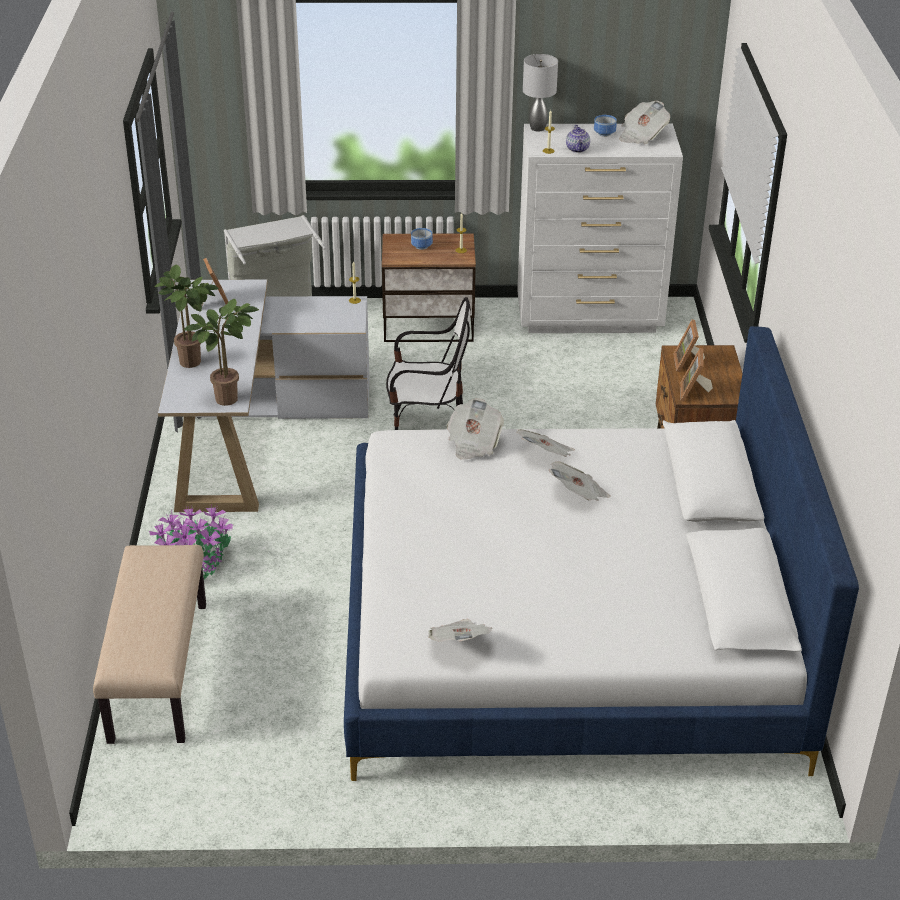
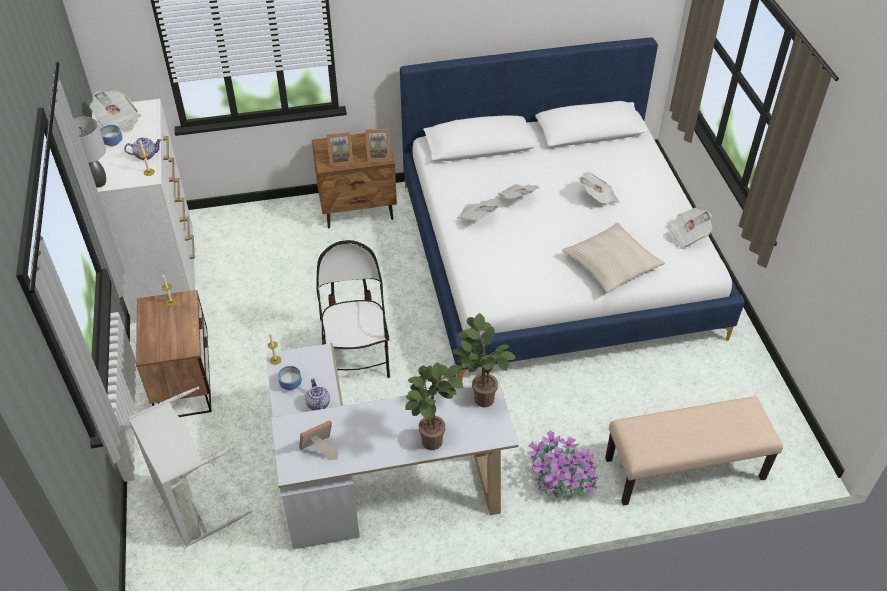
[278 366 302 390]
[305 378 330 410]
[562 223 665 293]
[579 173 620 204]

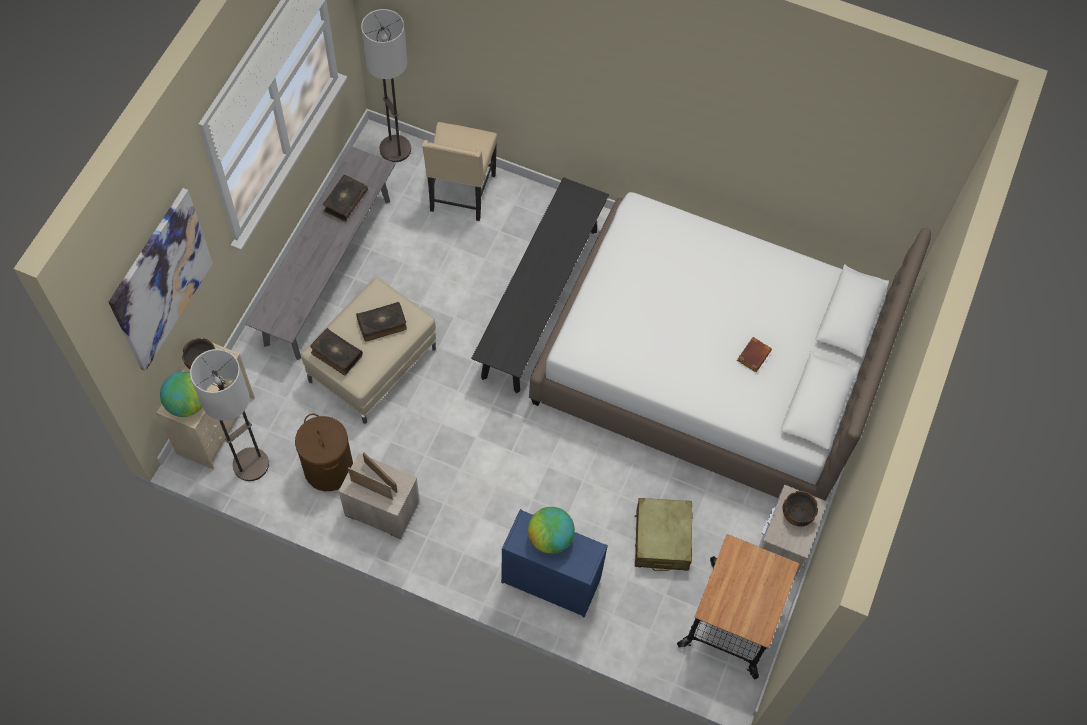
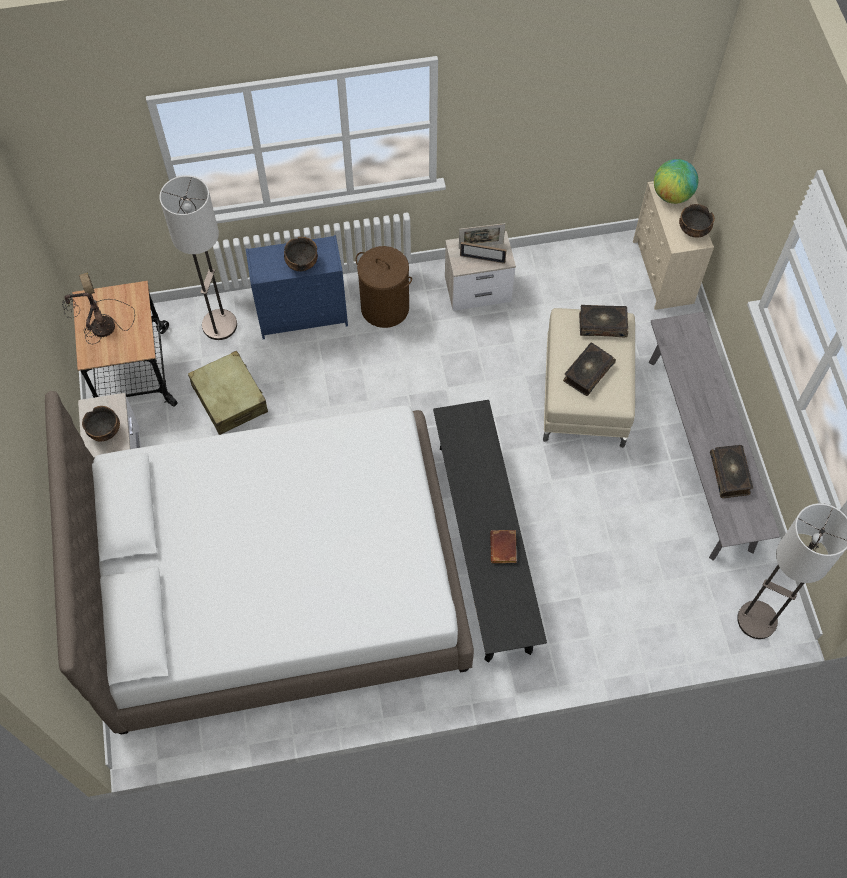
[62 273 135 344]
[159 175 237 340]
[284 237 318 271]
[356 246 412 328]
[490 530 517 563]
[109 188 213 371] (first image)
[422 122 498 221] (first image)

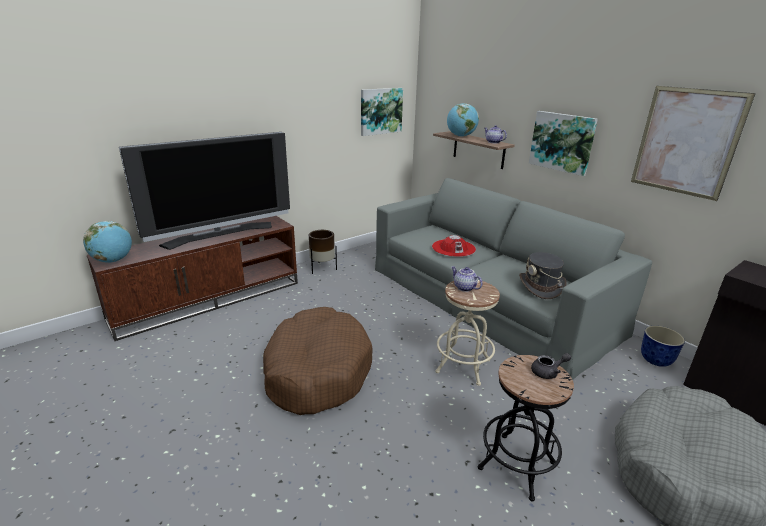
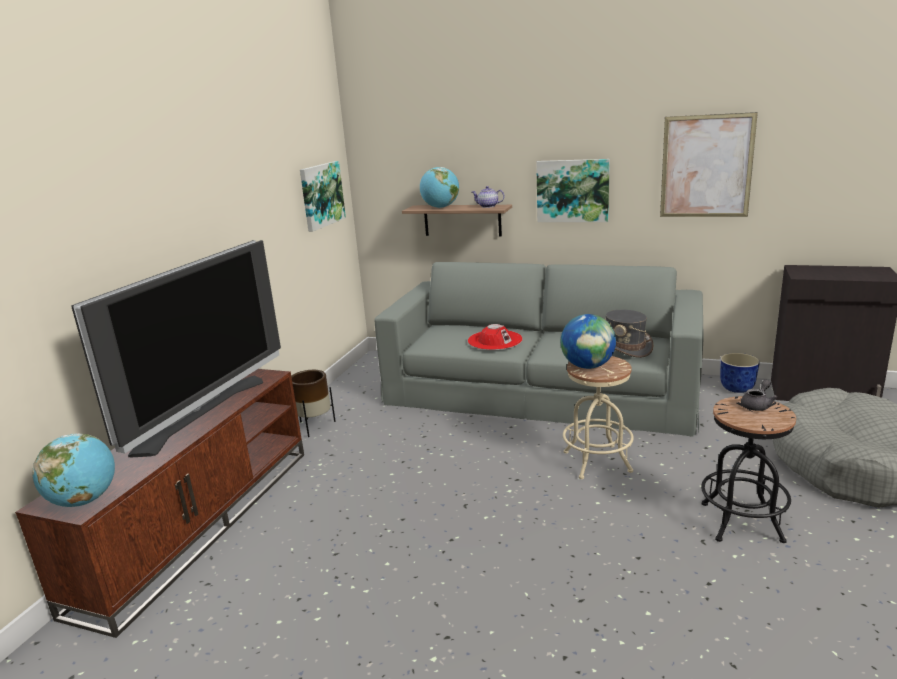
[561 314 616 369]
[263 307 372 415] (first image)

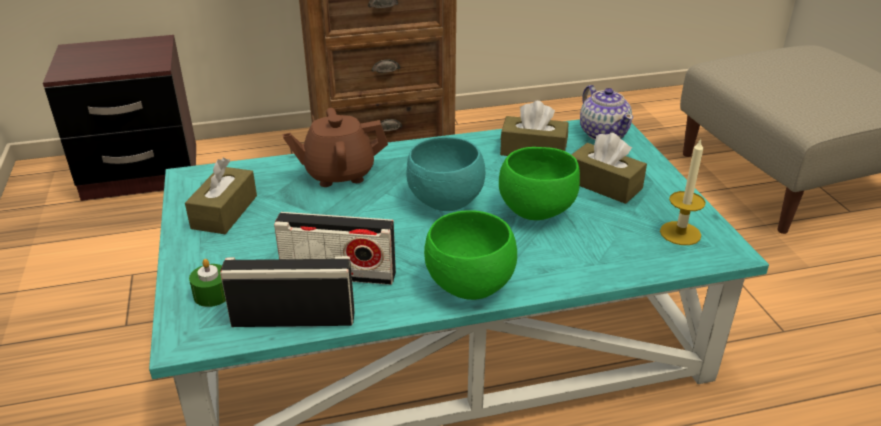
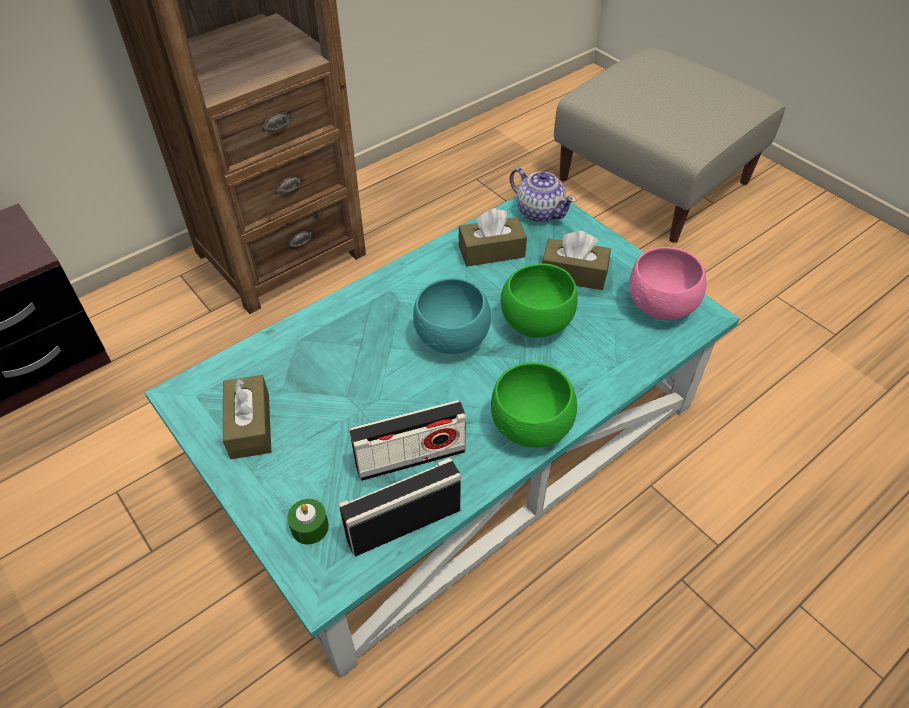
[629 247 707 320]
[283 108 388 187] (first image)

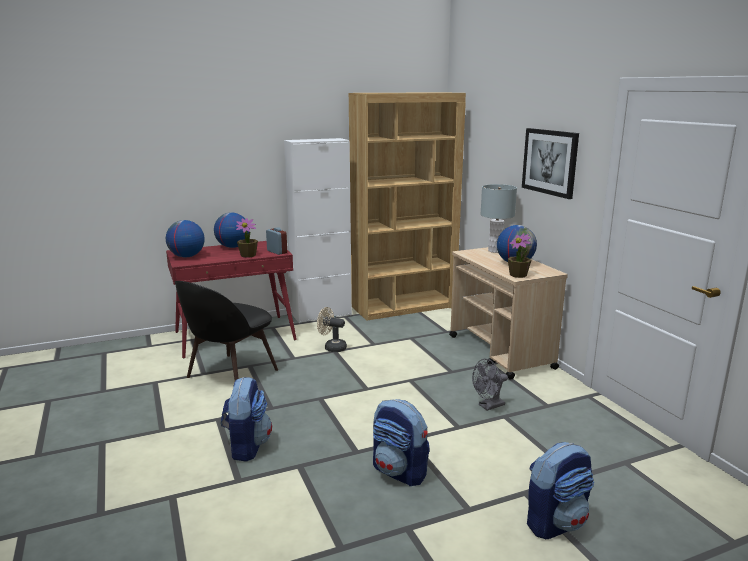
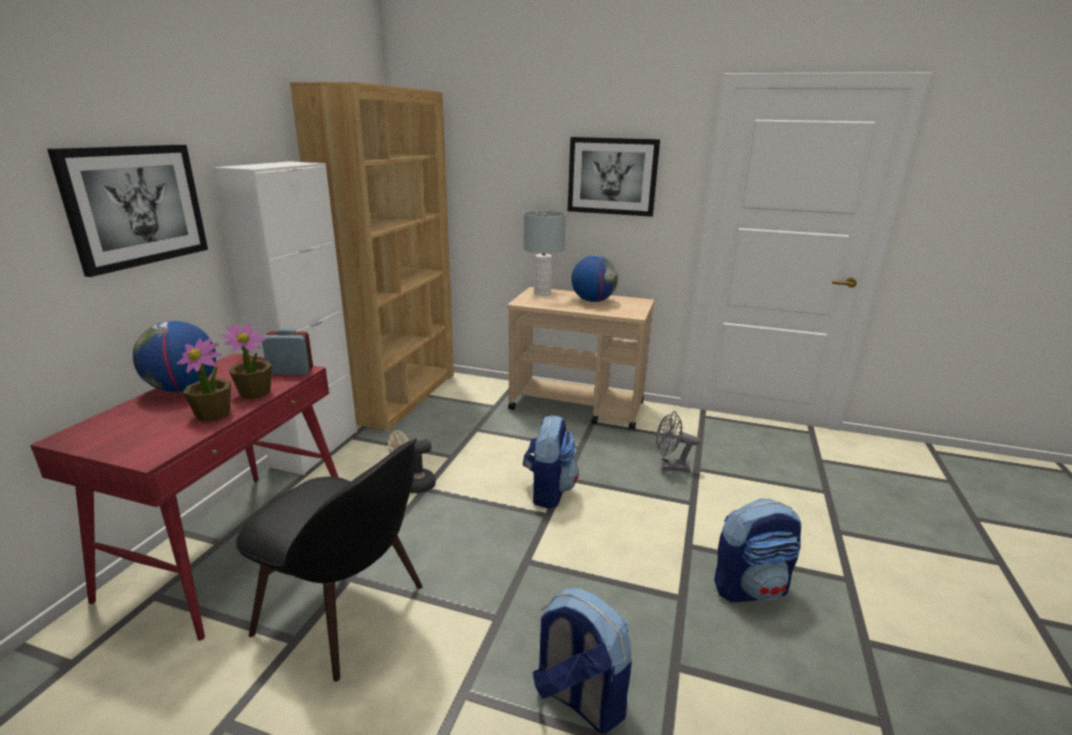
[47 145 208 277]
[177 338 231 422]
[235 439 423 682]
[523 415 579 509]
[656 411 700 472]
[166 220 204 258] (first image)

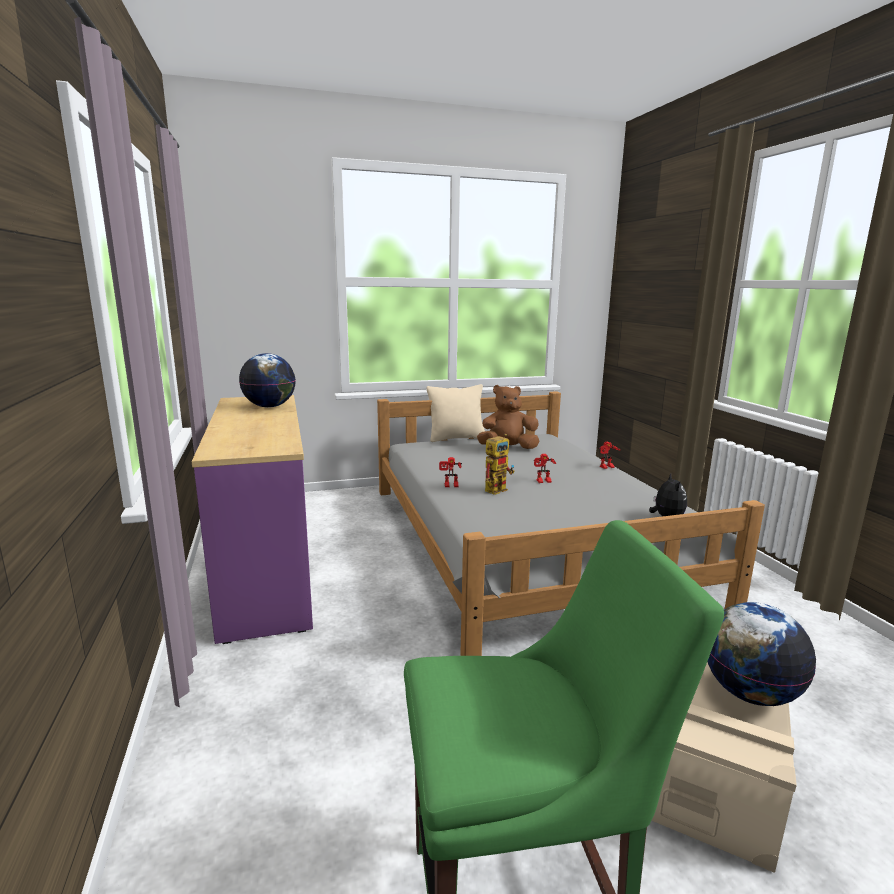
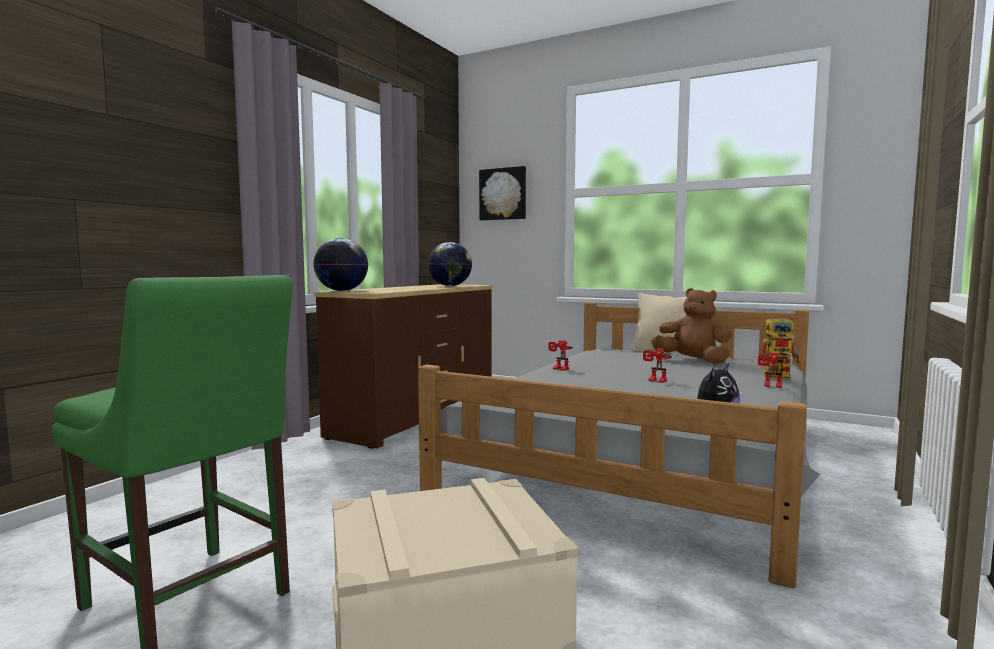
[313 238 368 291]
[314 284 493 449]
[479 166 526 221]
[761 316 801 379]

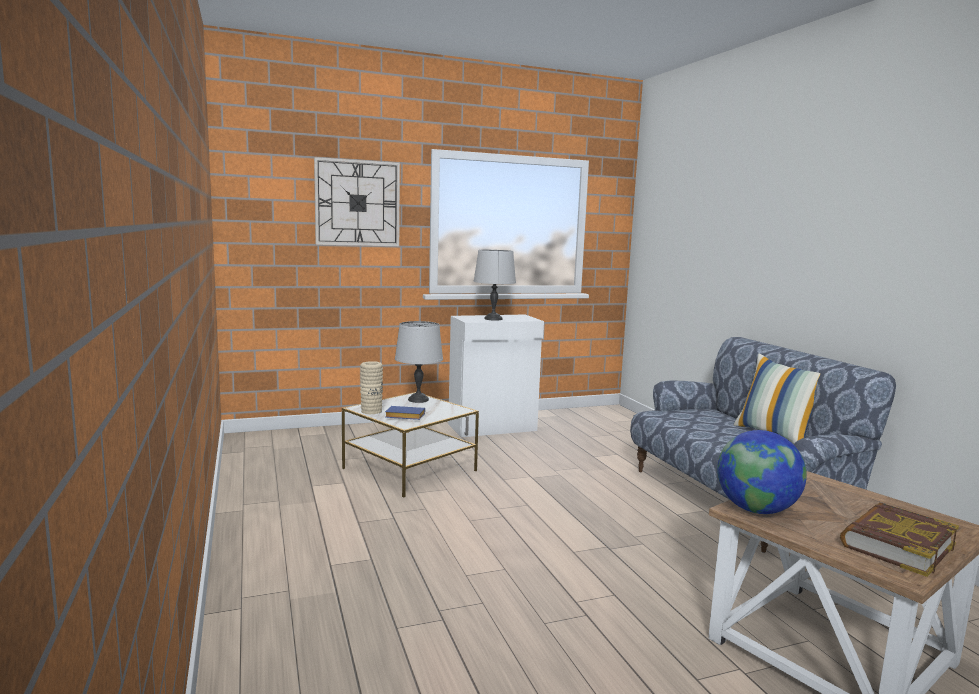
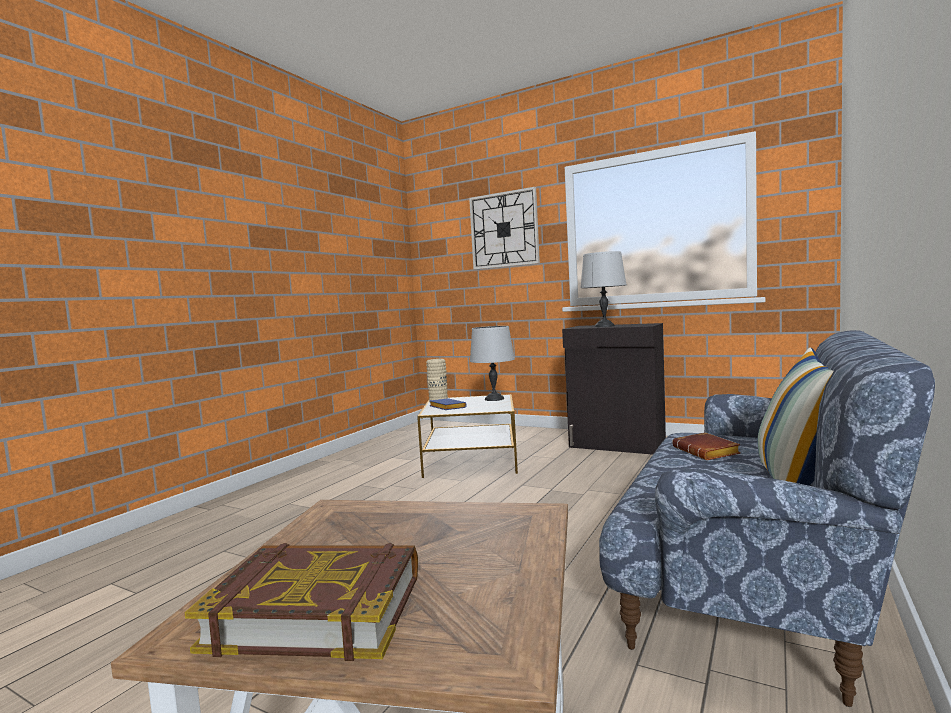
[562 323 666 455]
[672 432 740 460]
[717 430 807 514] (first image)

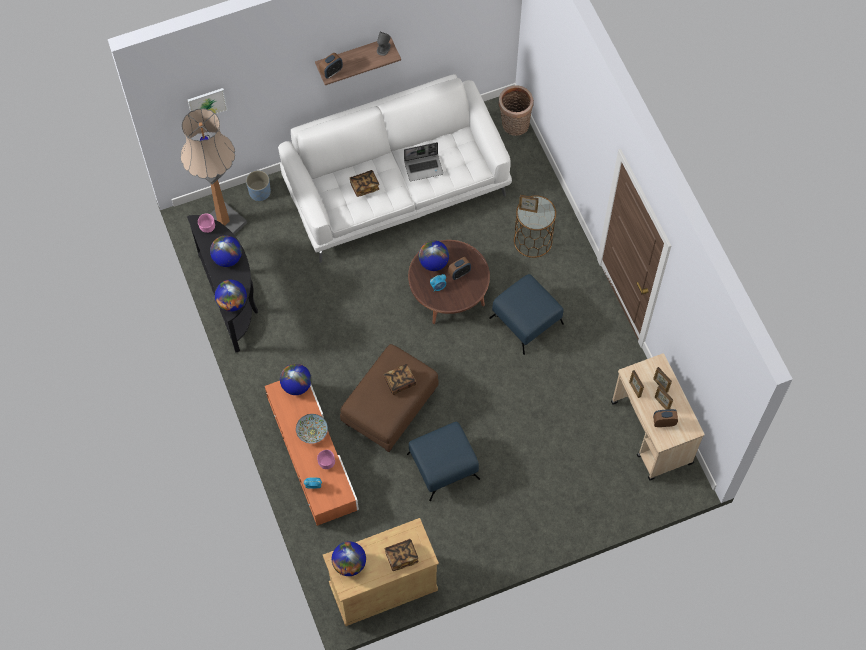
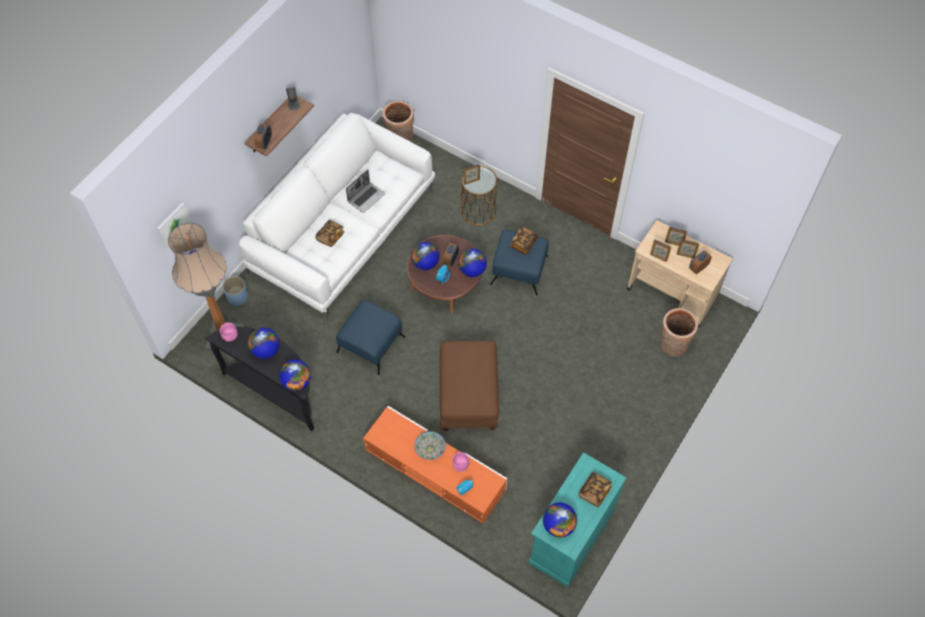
[336 300 405 375]
[458 249 487 277]
[510 226 538 255]
[528 452 626 588]
[661 308 698 356]

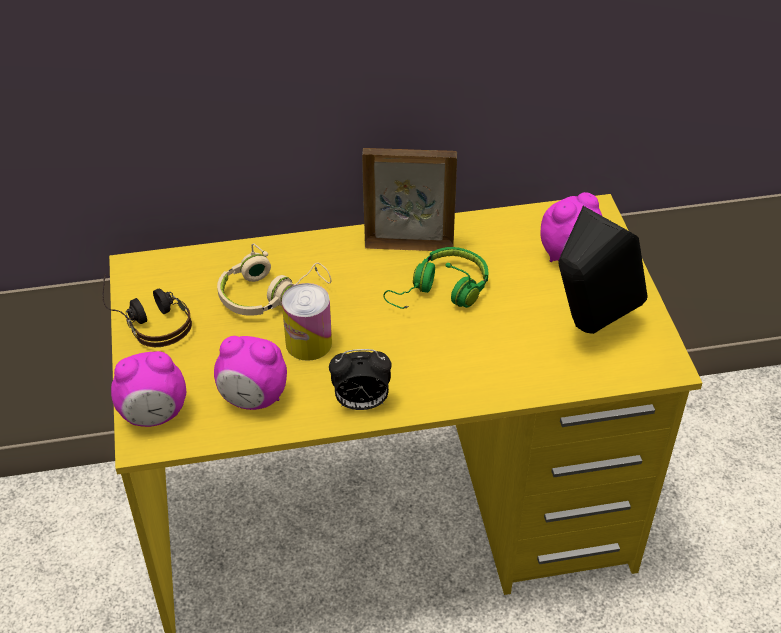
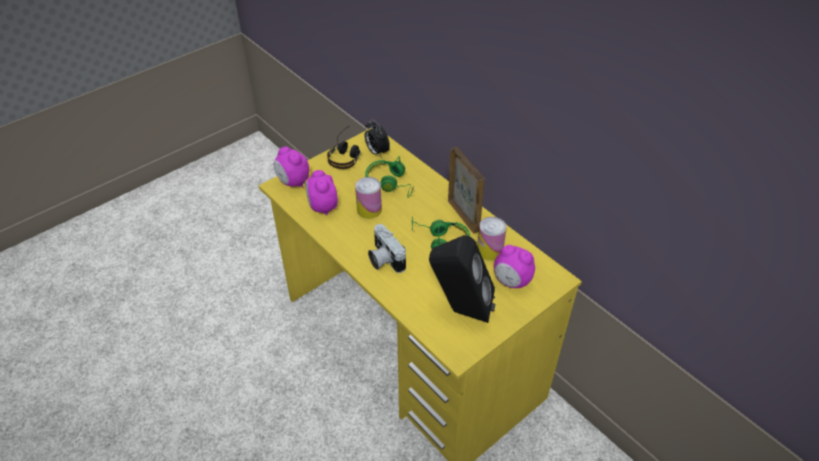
[365 119 390 157]
[365 156 414 198]
[368 224 406 273]
[477 217 507 260]

